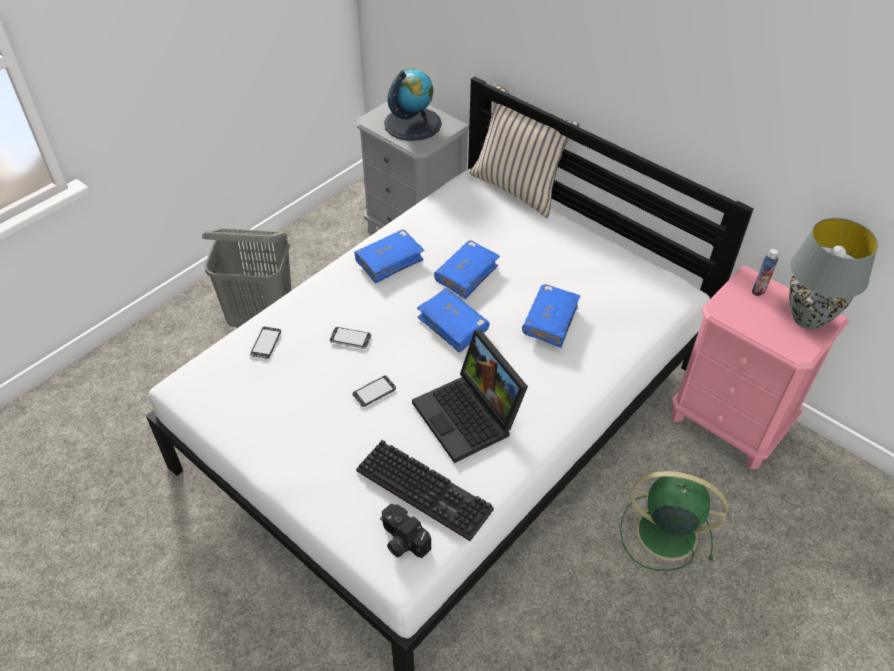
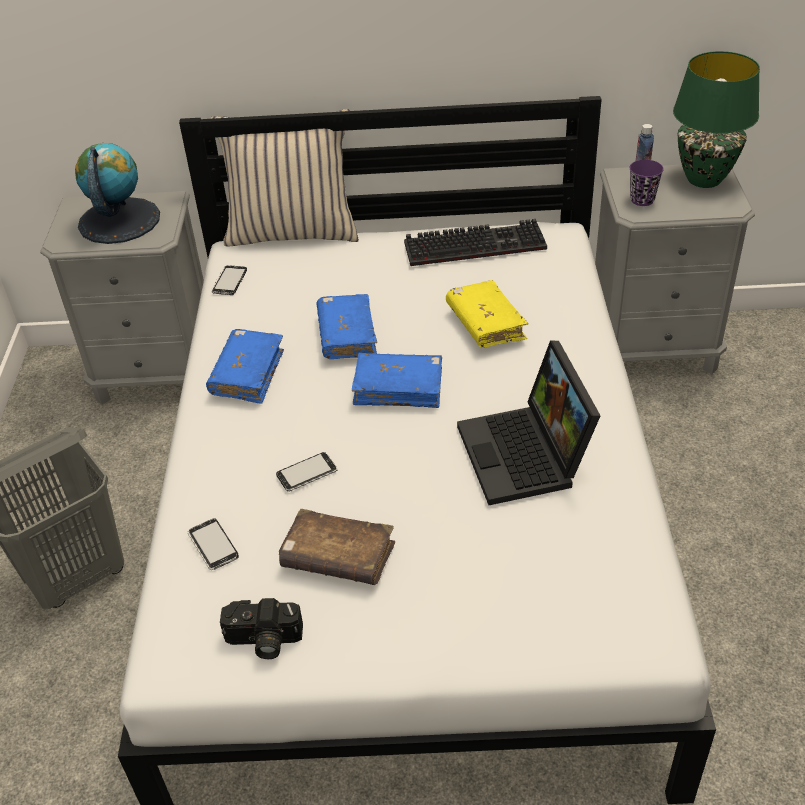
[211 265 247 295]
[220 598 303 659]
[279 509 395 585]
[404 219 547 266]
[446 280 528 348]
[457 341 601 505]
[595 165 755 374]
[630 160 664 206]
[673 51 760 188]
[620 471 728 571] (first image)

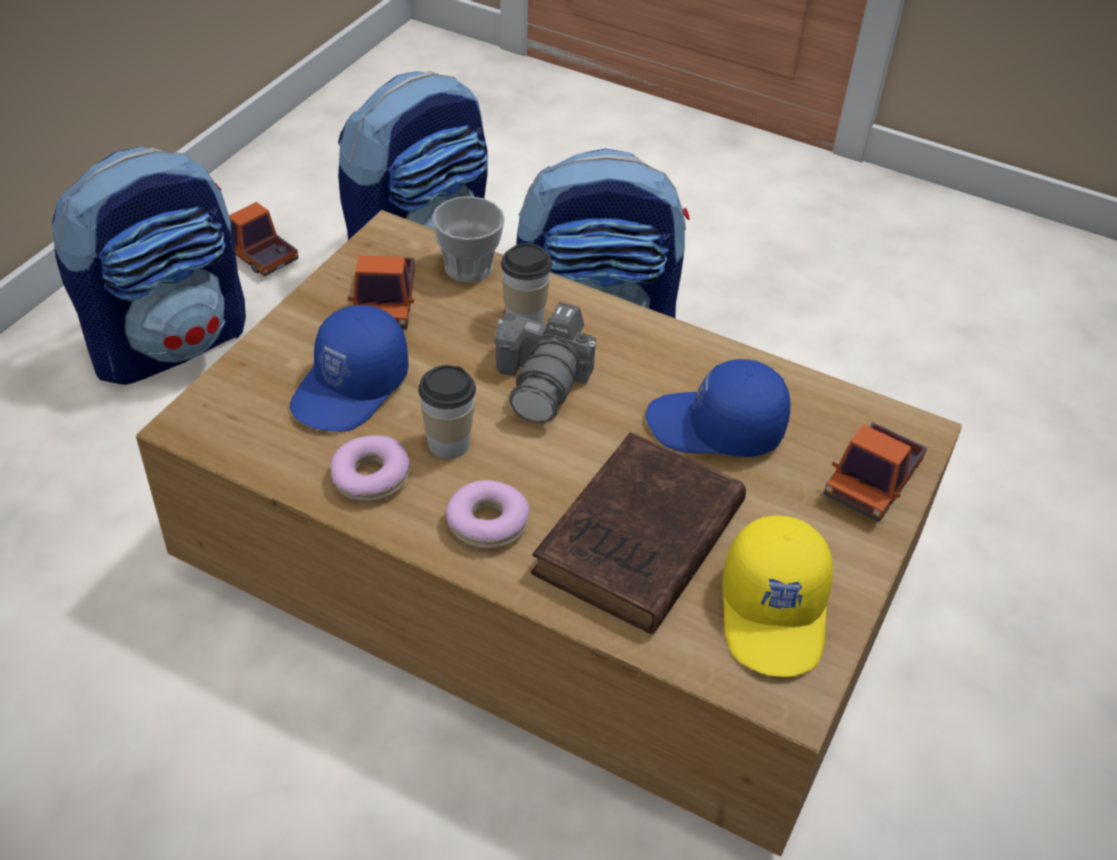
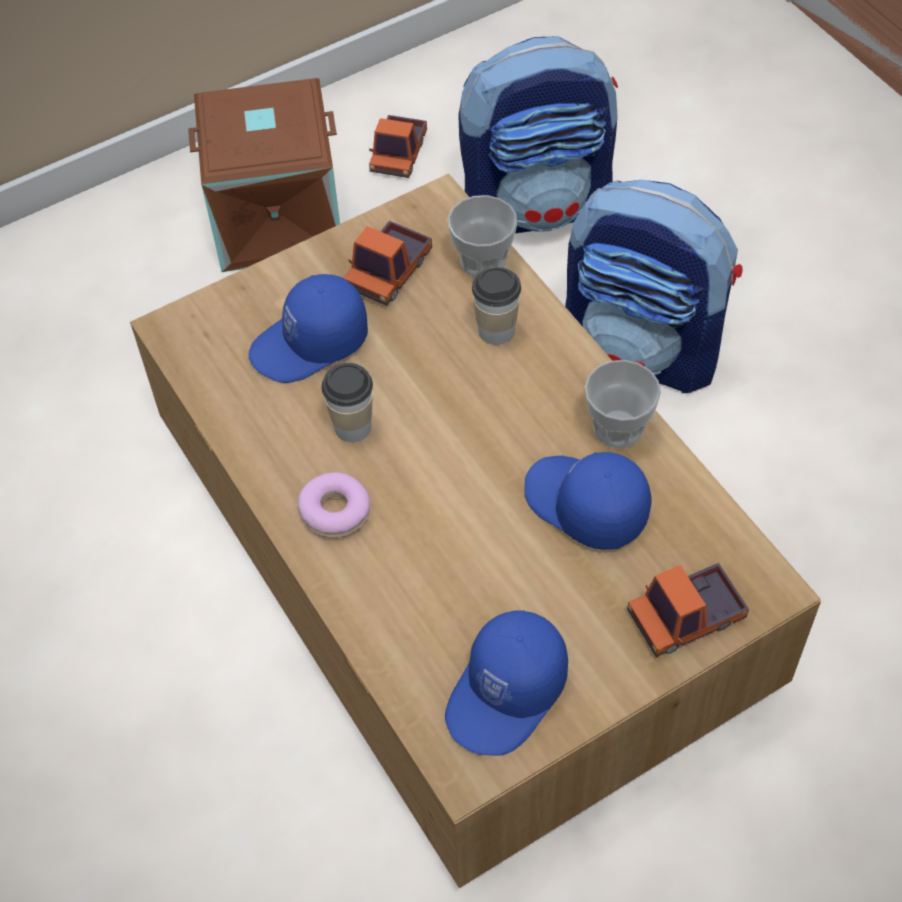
[188 78 340 272]
[369 115 427 178]
[445 610 568 756]
[585 360 661 448]
[330 435 410 501] (first image)
[494 302 596 423] (first image)
[531 433 746 634] (first image)

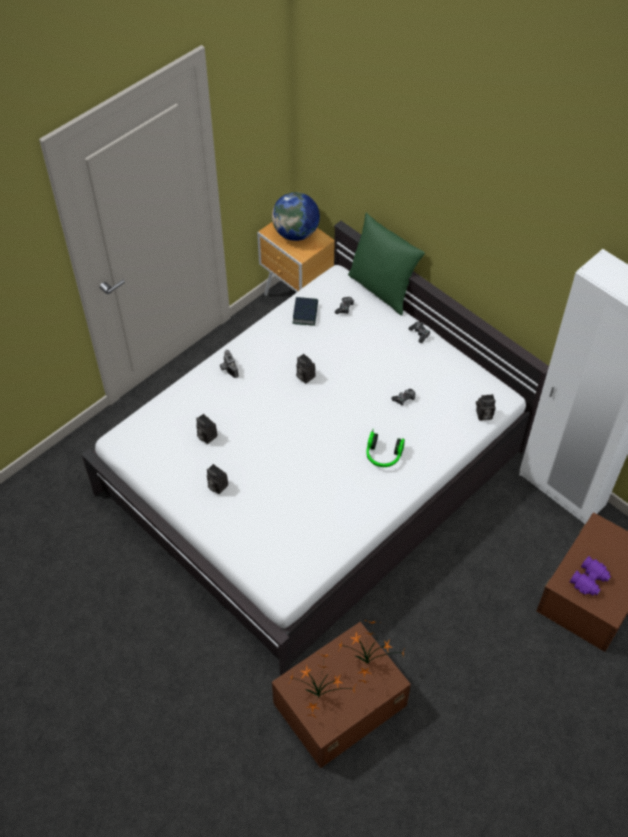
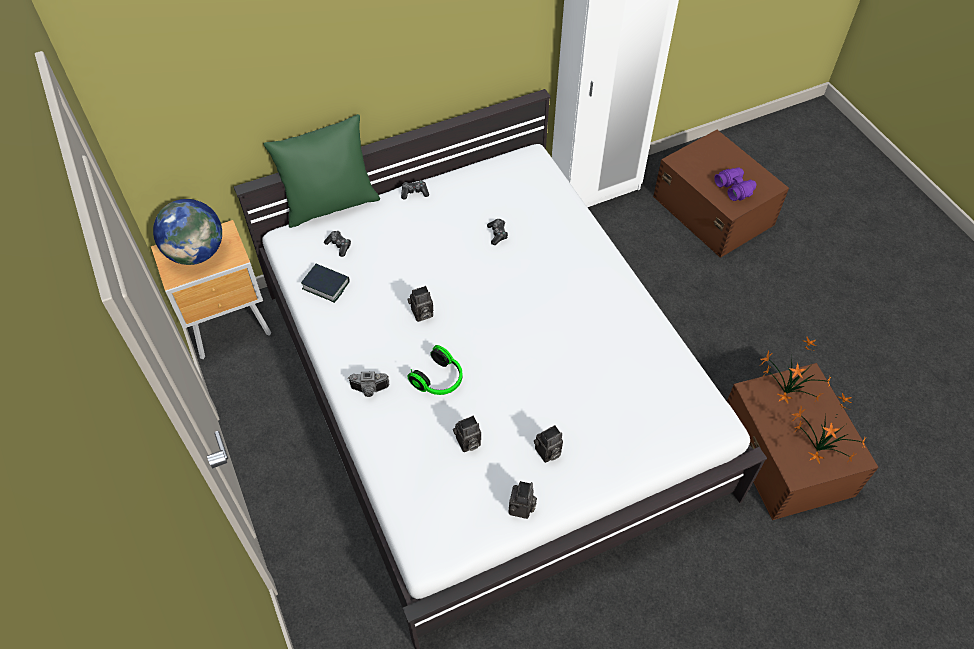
[407 345 463 395]
[508 481 537 519]

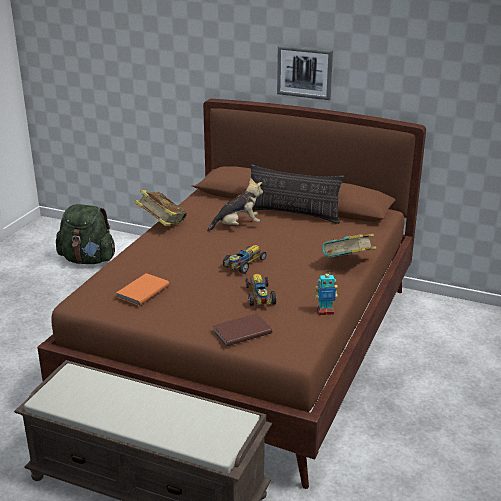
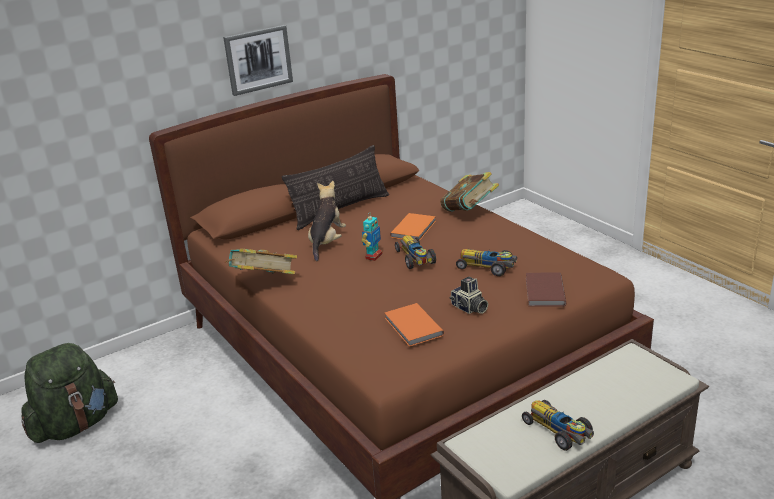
[362 212 383 261]
[390 213 436 241]
[449 276 488 314]
[522 400 594 451]

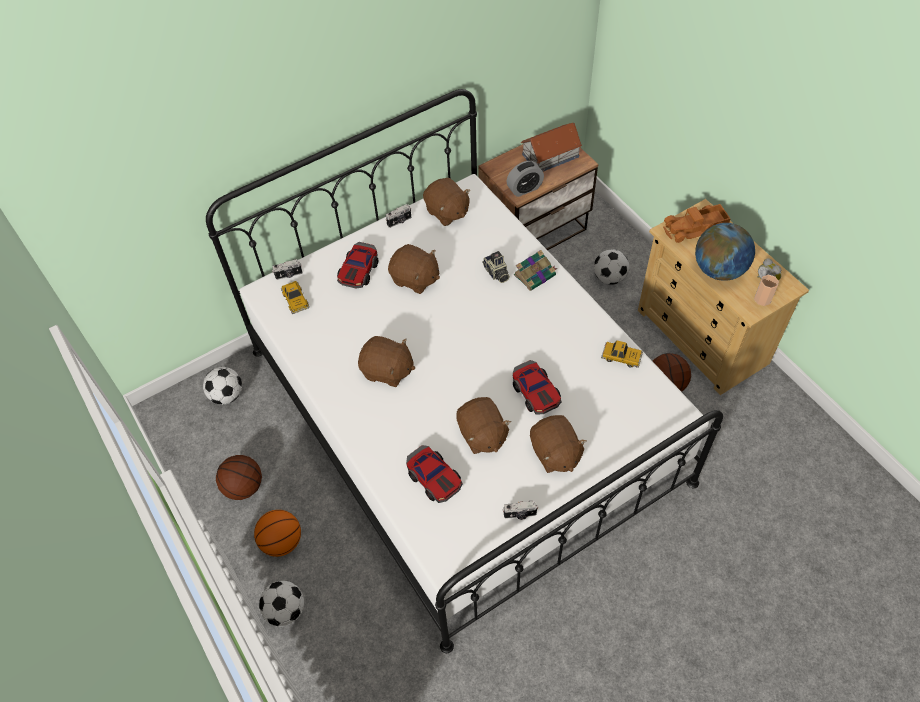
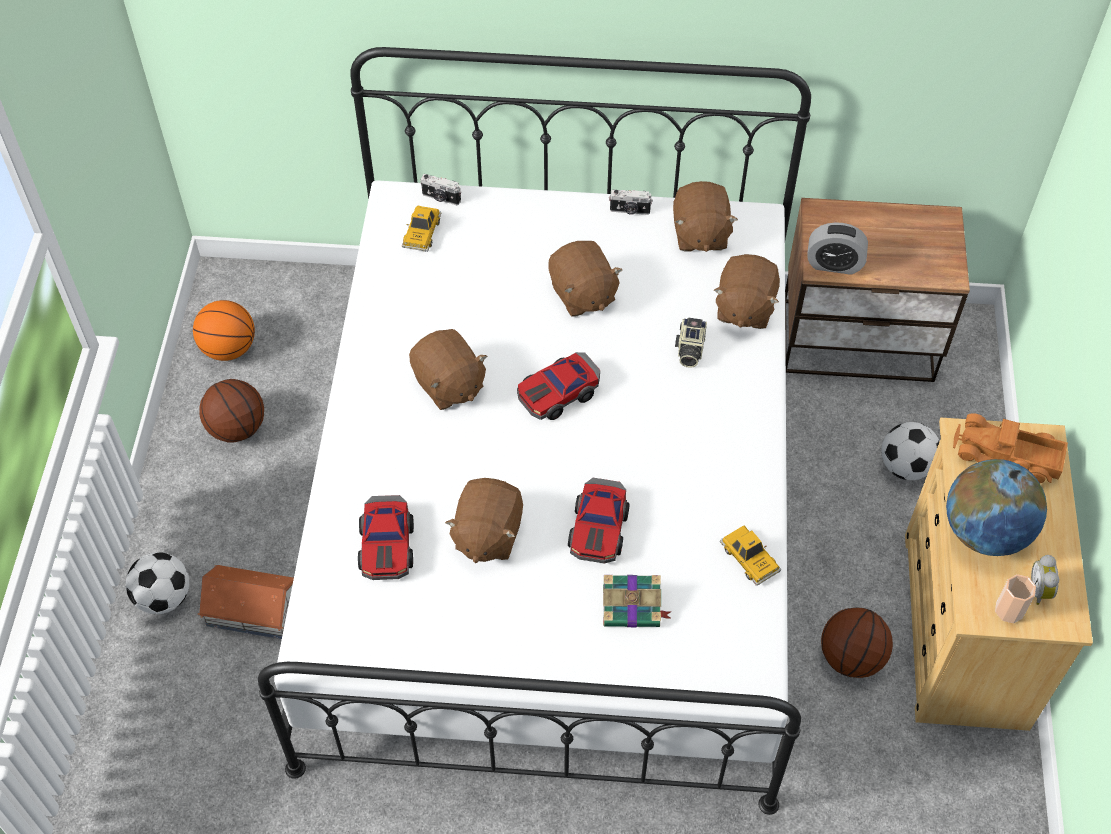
[193 300 255 361]
[198 565 294 639]
[517 352 600 420]
[603 575 671 627]
[714 254 780 329]
[203 367 242 405] (first image)
[503 501 538 520] (first image)

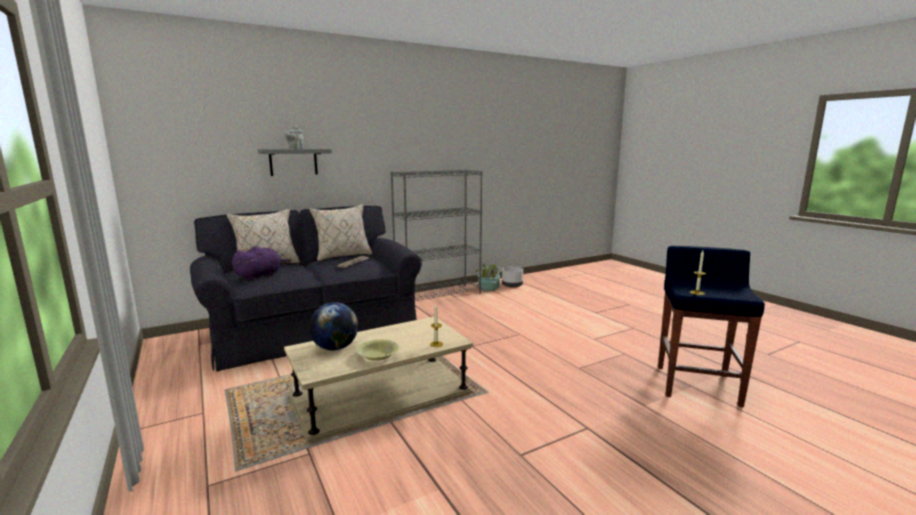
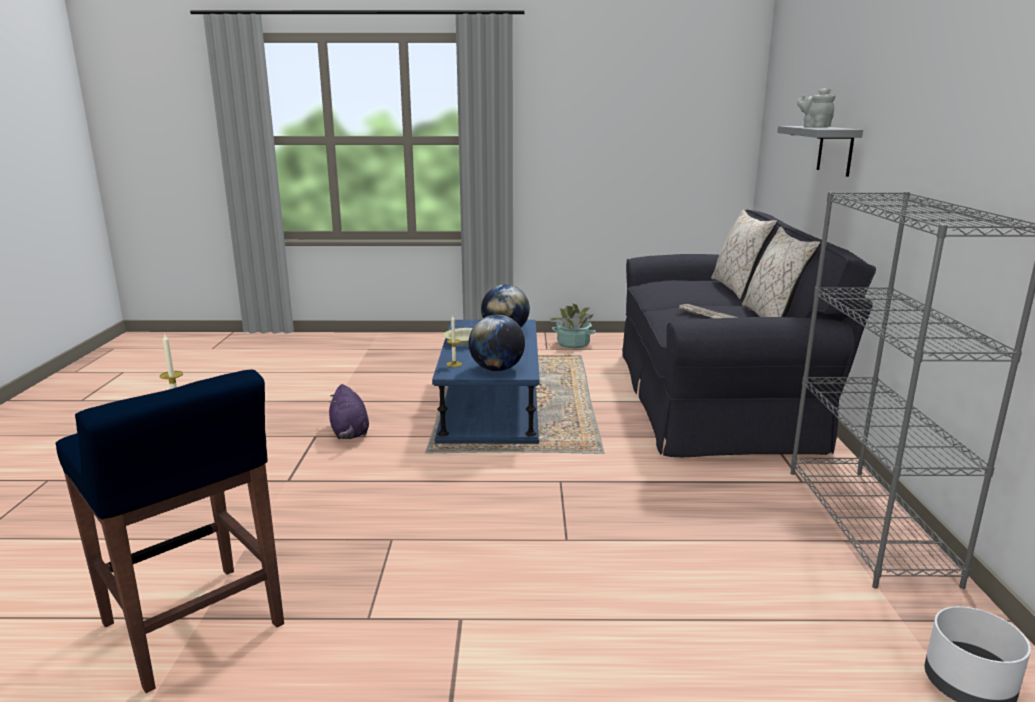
[329 384 369 439]
[432 320 540 444]
[469 315 525 371]
[549 303 596 348]

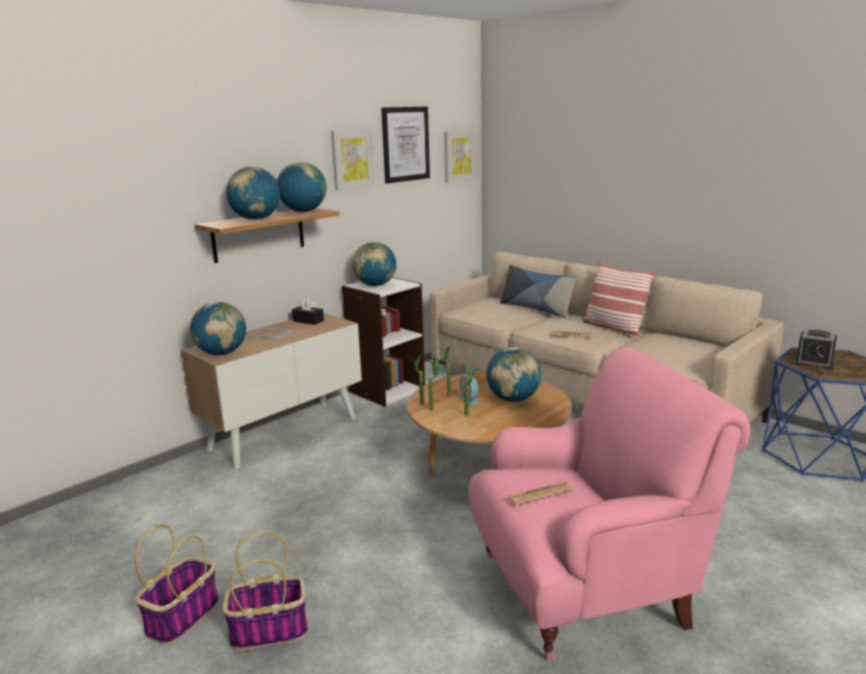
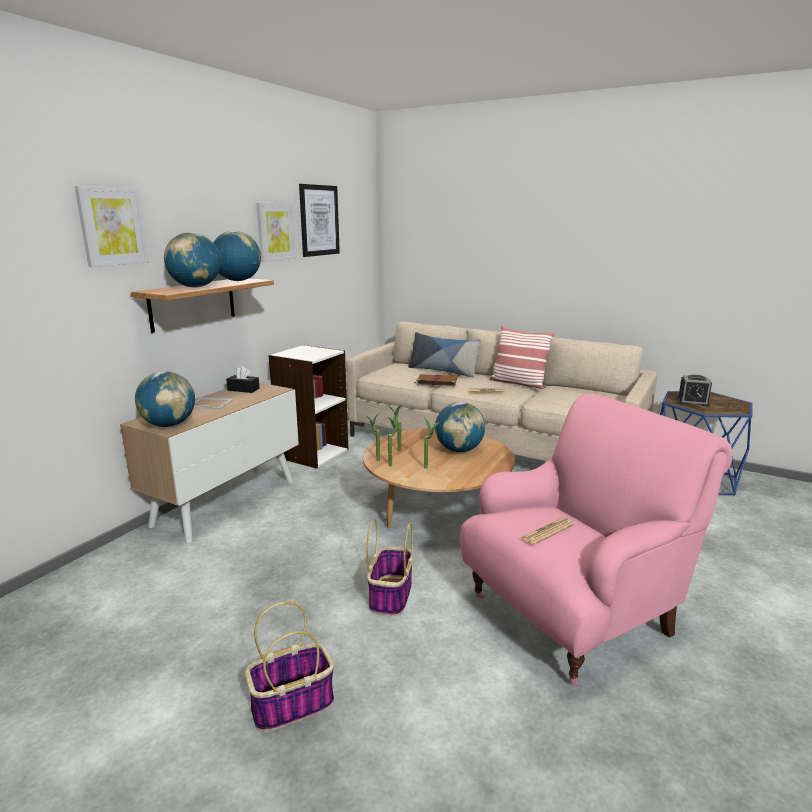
[75 186 149 267]
[366 519 413 616]
[414 374 457 387]
[352 242 396 286] (first image)
[458 375 479 406] (first image)

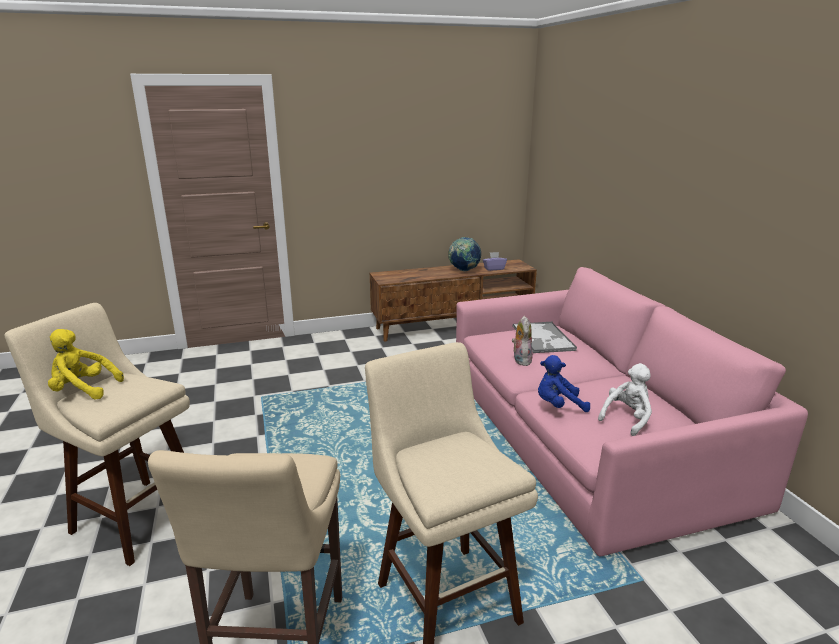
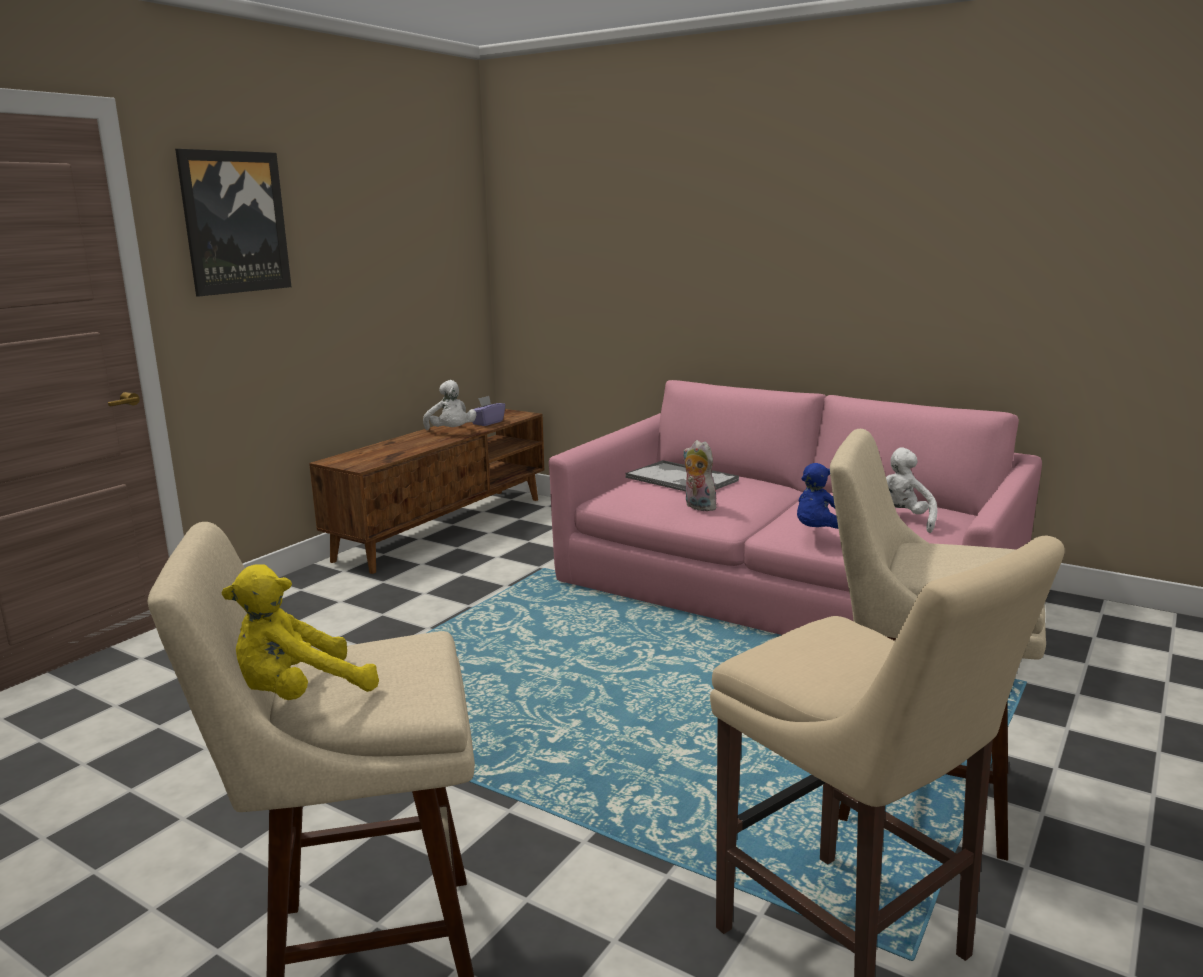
[175 149 291 296]
[423 380 477 430]

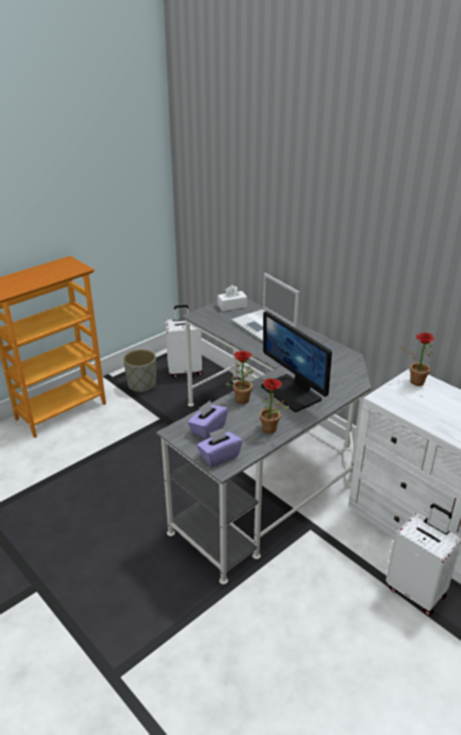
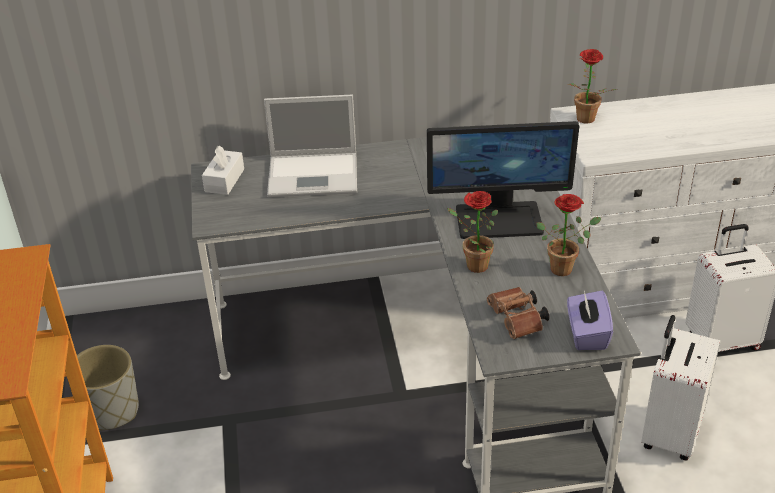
[487 287 549 339]
[641 315 720 460]

